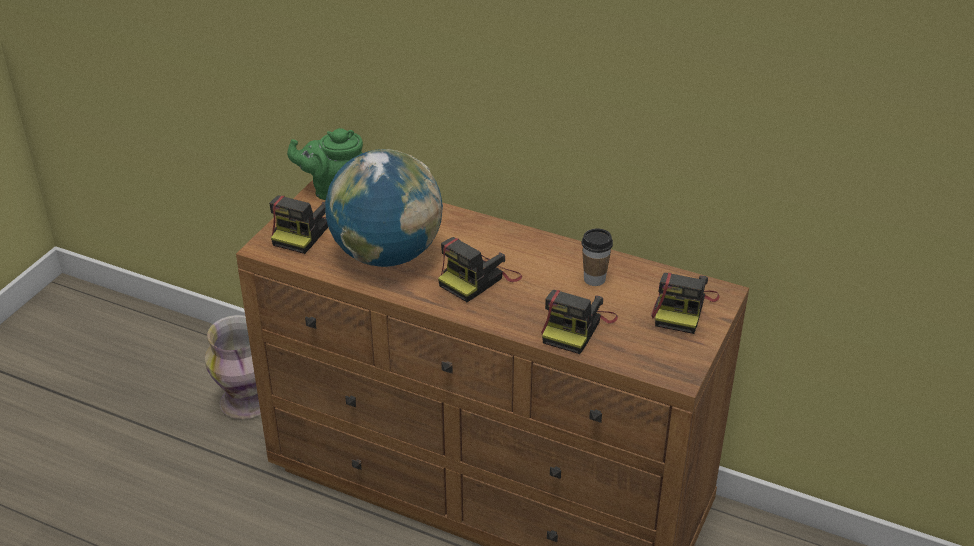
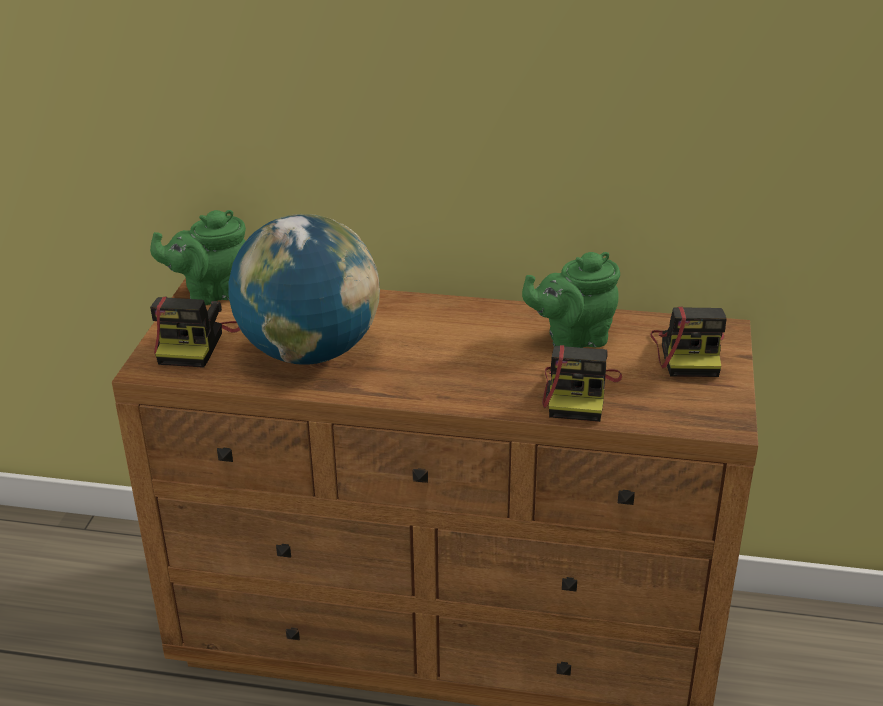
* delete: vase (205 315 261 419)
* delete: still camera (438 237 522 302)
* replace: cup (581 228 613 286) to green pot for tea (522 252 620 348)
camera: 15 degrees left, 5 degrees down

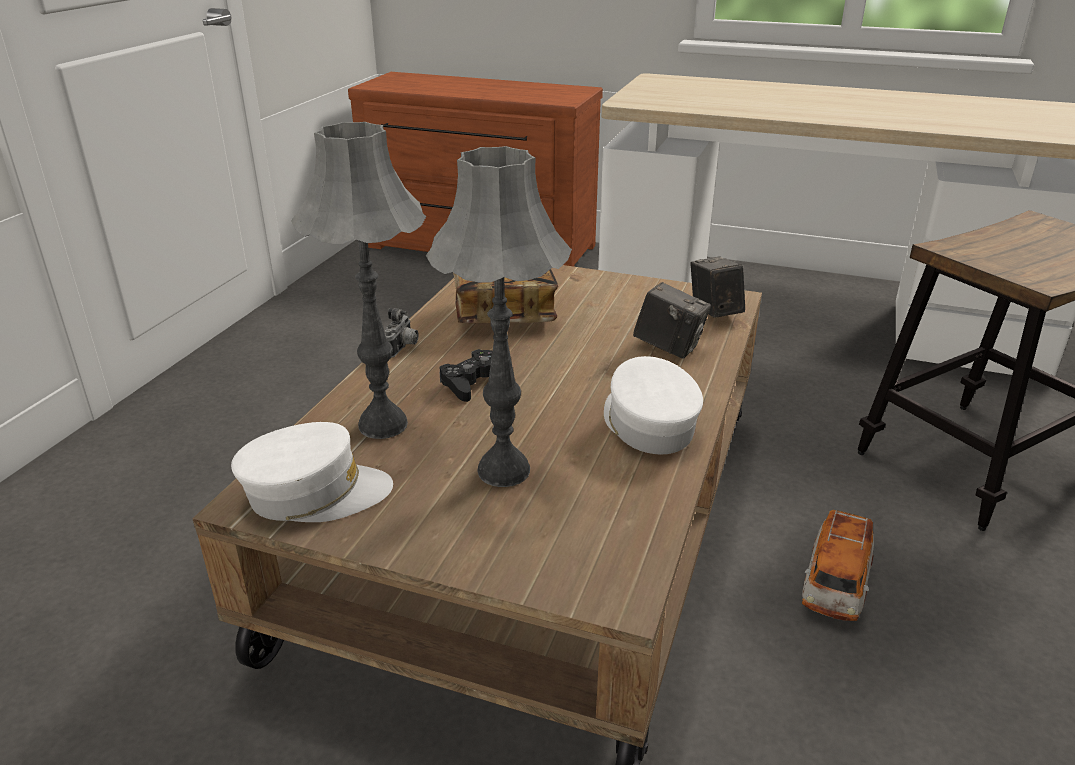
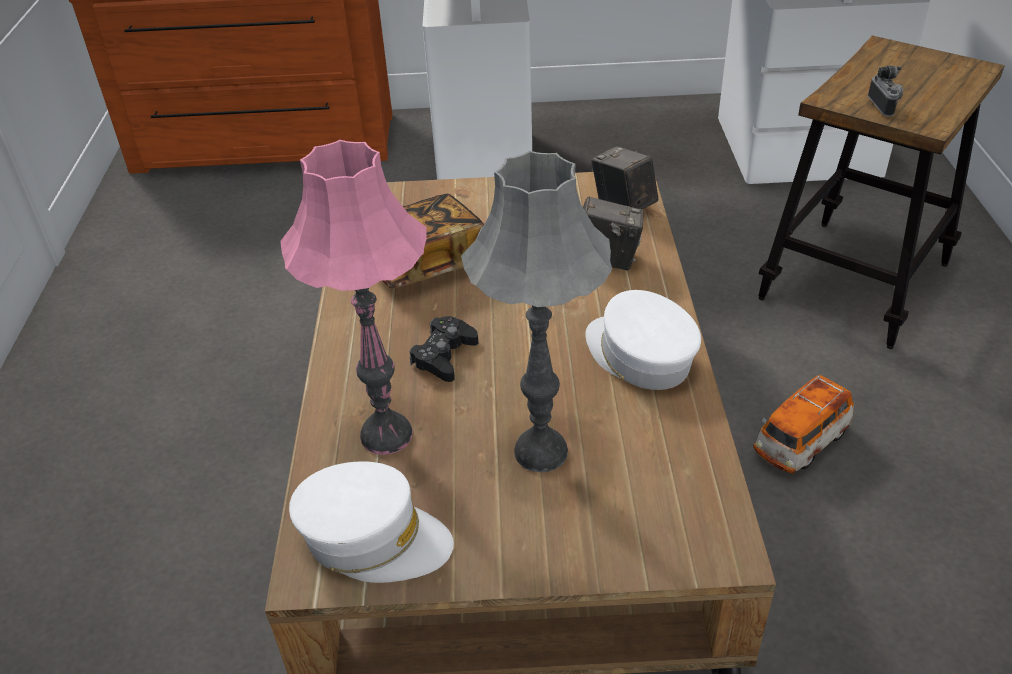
* move: still camera (385 308 419 358) to (868 66 903 117)
* recolor: greyish lamp for a table (291 122 426 439) to pink-coloured lamp for a table (280 140 427 455)
* rotate: whitish peaked cap (231 422 393 522) = (289 461 454 583) 45 degrees clockwise
* rotate: model car (802 510 874 621) = (753 375 854 474) 45 degrees clockwise
camera: 20 degrees left, 10 degrees up

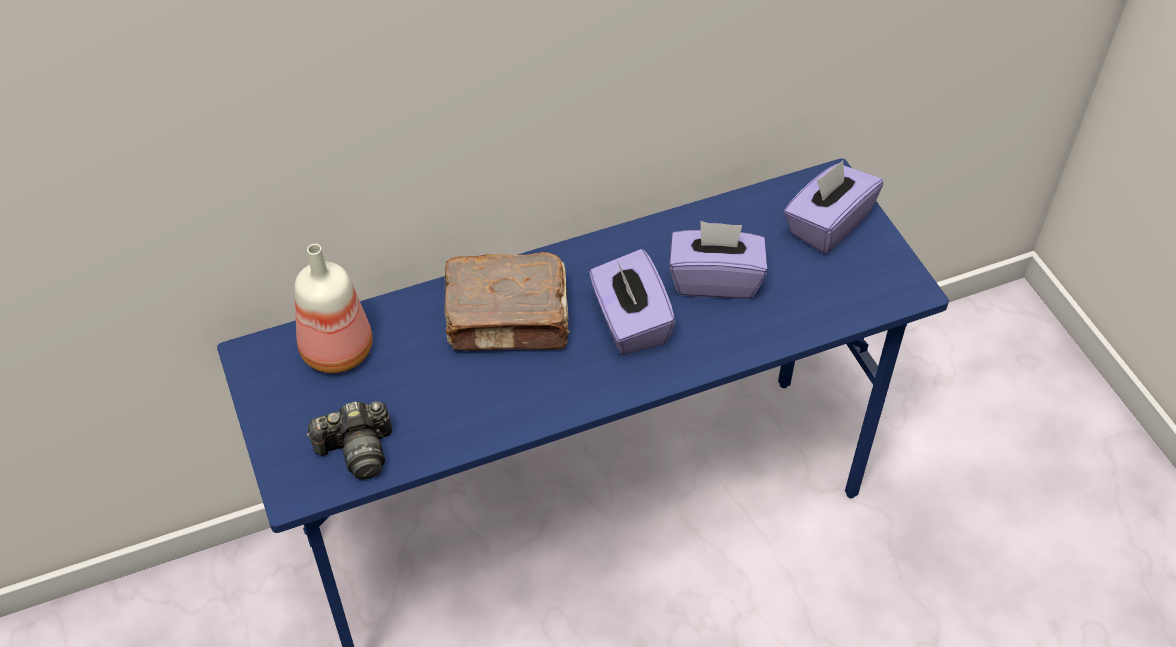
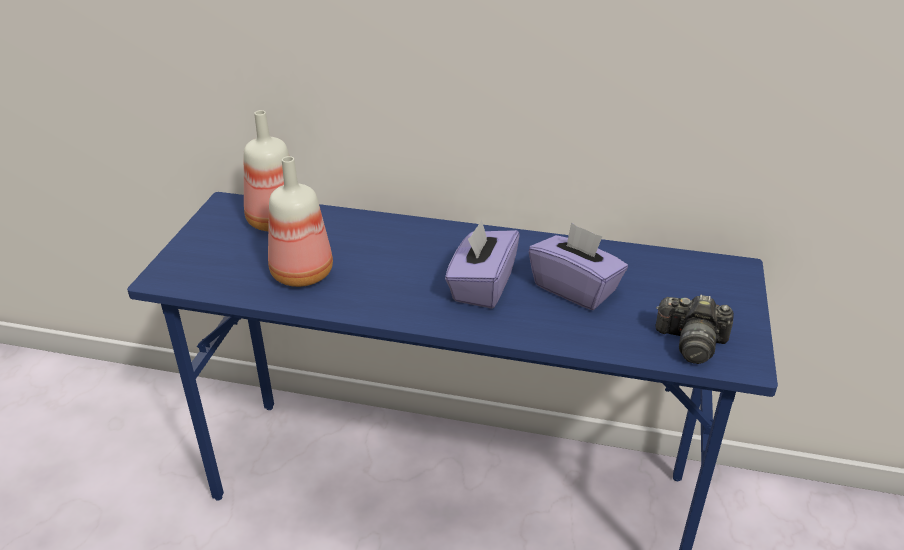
* delete: brown-coloured bound book (444 252 570 350)
* delete: purplish tissue holder (784 160 883 254)
* insert: drink bottle (268 156 333 287)
* move: still camera (306 401 392 480) to (656 294 734 364)
camera: 35 degrees right, 15 degrees down

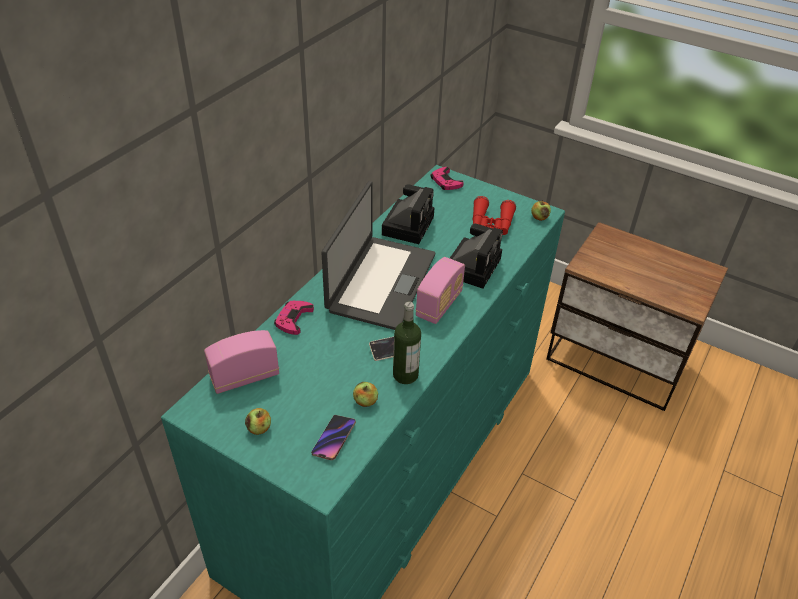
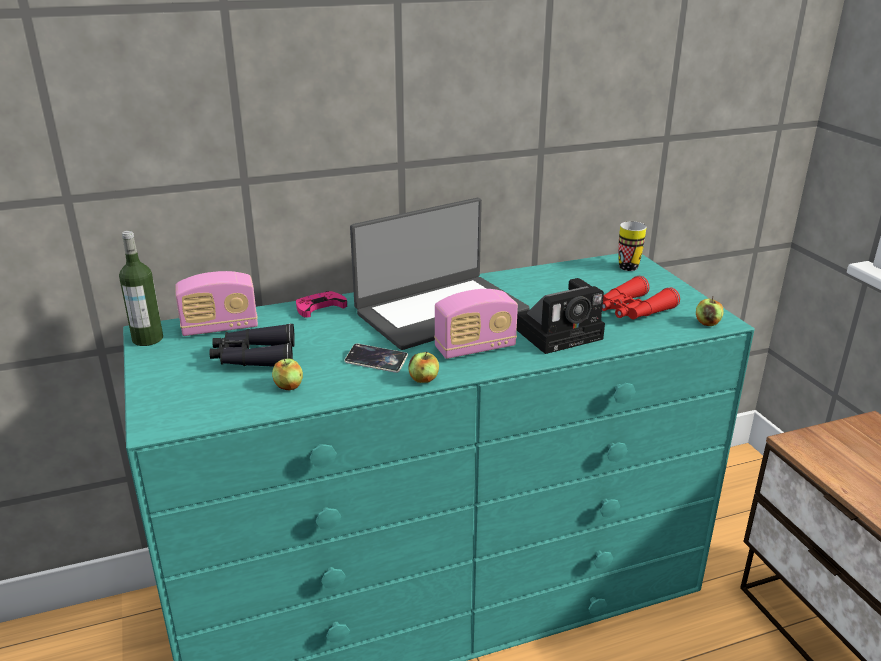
* delete: telephone (311 415 356 460)
* delete: still camera (382 184 435 244)
* insert: black pair of binoculars (210 323 295 367)
* move: apple (245 408 271 435) to (408 351 439 383)
* move: drink bottle (393 301 421 384) to (119 231 163 346)
* replace: pink-coloured joypad (431 167 464 190) to coffee mug (618 221 646 271)
* rotate: radio receiver (204 330 279 394) = (175 271 258 336) 150 degrees clockwise
camera: 40 degrees right, 15 degrees down

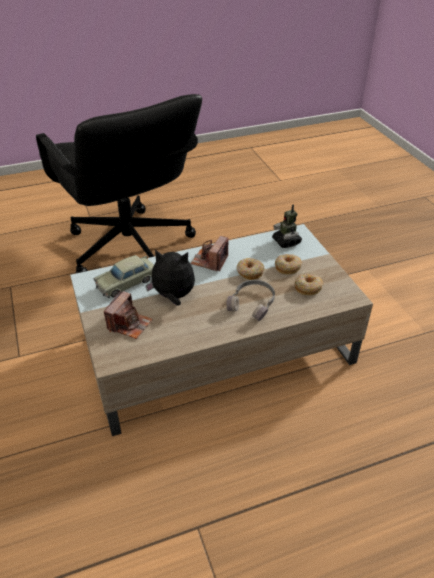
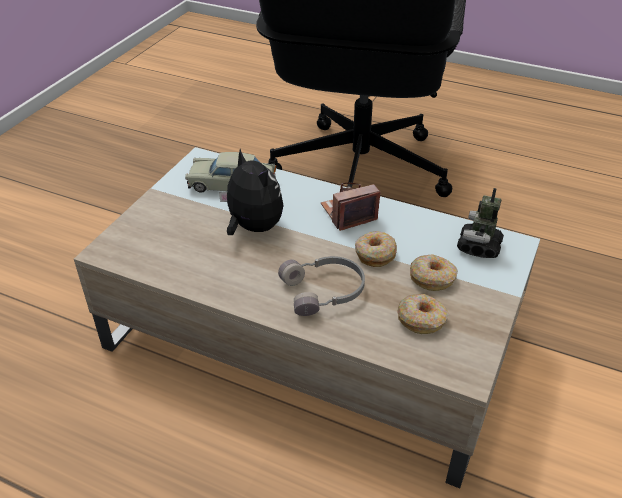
* delete: still camera (104 291 153 339)
camera: 45 degrees right, 0 degrees up

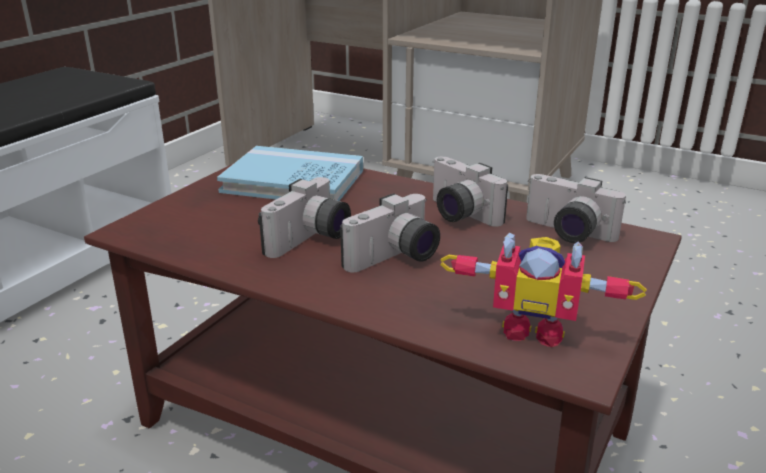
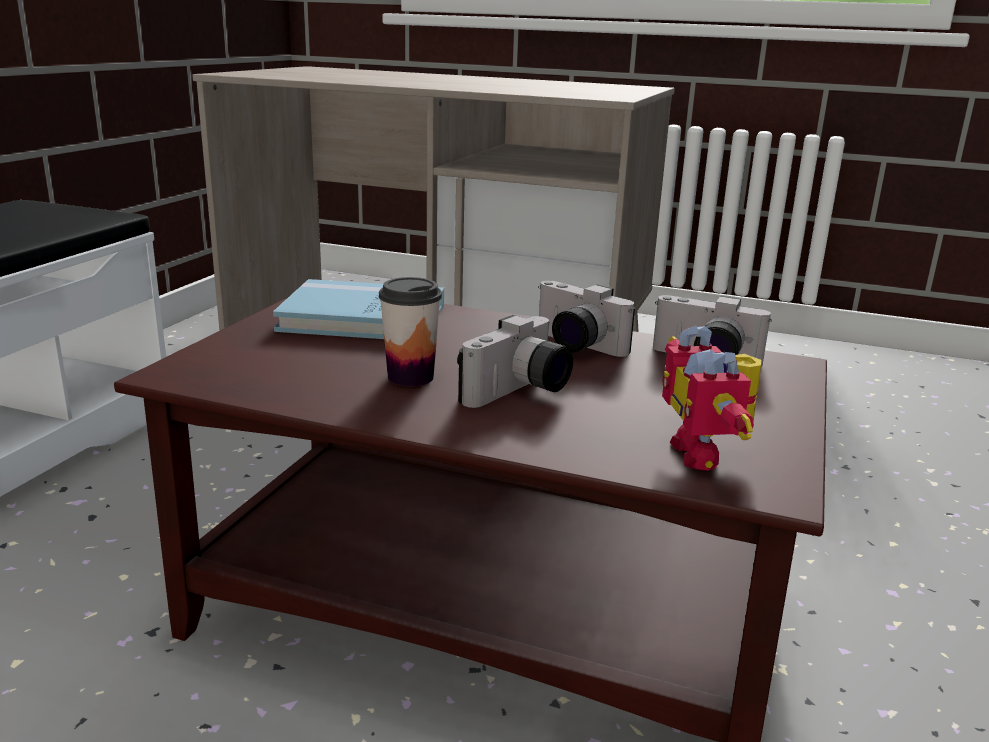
* replace: still camera (258 177 351 258) to cup (379 277 442 386)
* rotate: robot figure (440 233 647 347) = (662 326 762 471) 75 degrees clockwise
camera: 10 degrees left, 5 degrees down

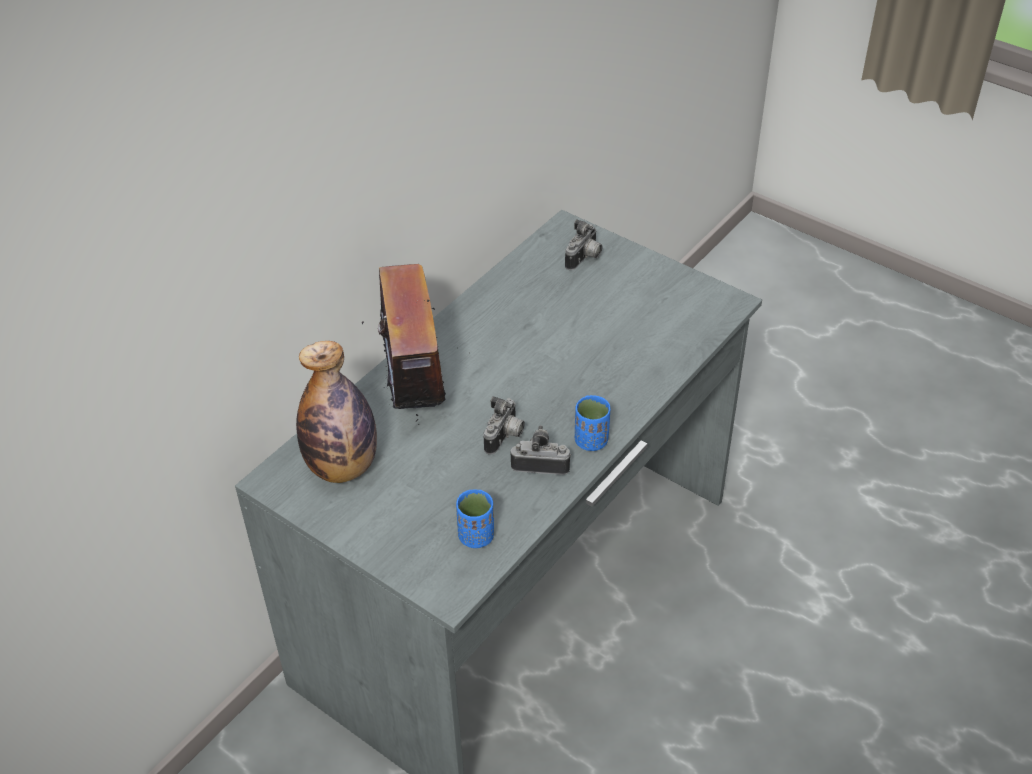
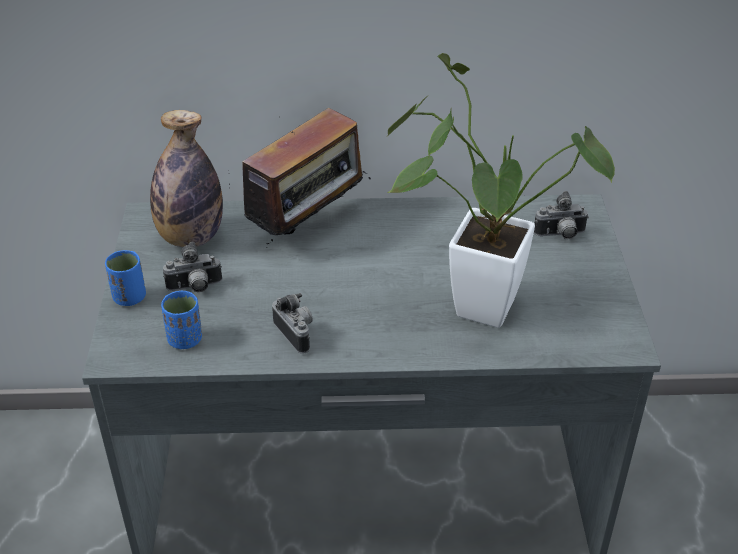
* insert: houseplant (387 53 615 328)
* move: still camera (483 397 525 455) to (163 242 222 292)
* move: blue cup (575 395 610 451) to (105 250 146 306)
camera: 50 degrees right, 5 degrees down

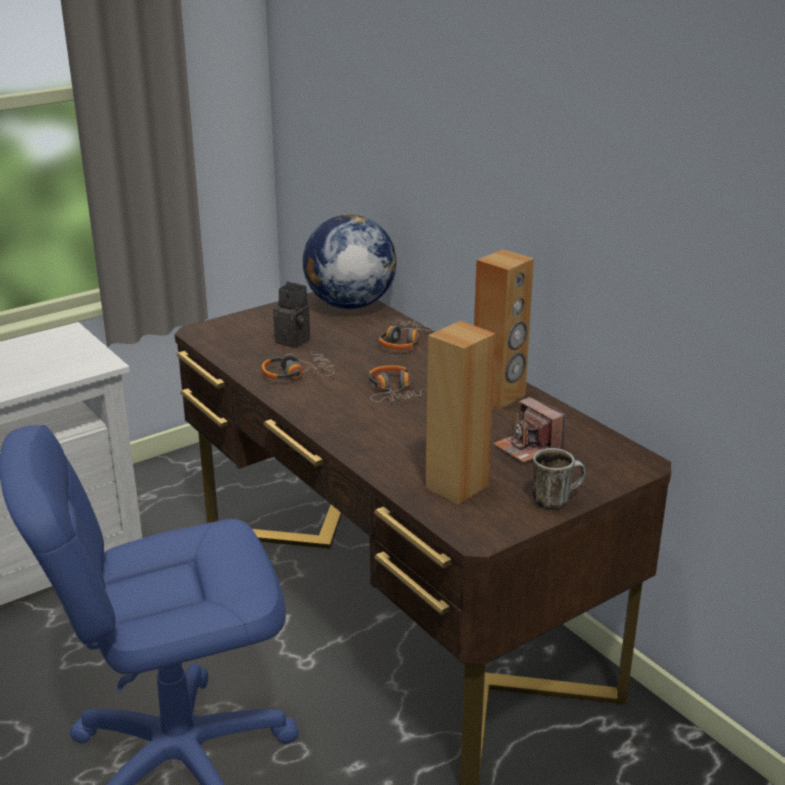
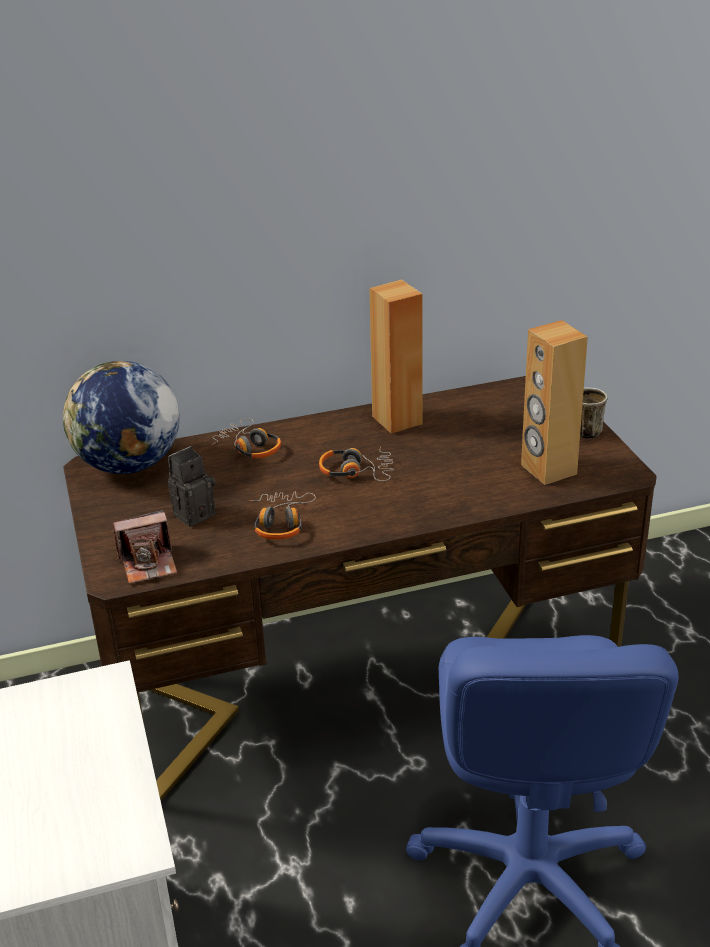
* move: still camera (493 397 566 463) to (113 510 177 584)
camera: 70 degrees left, 5 degrees up

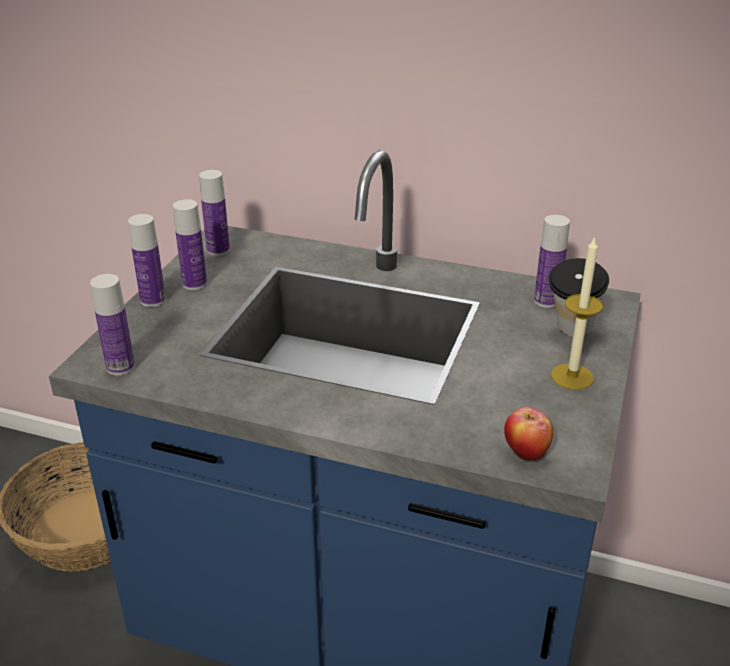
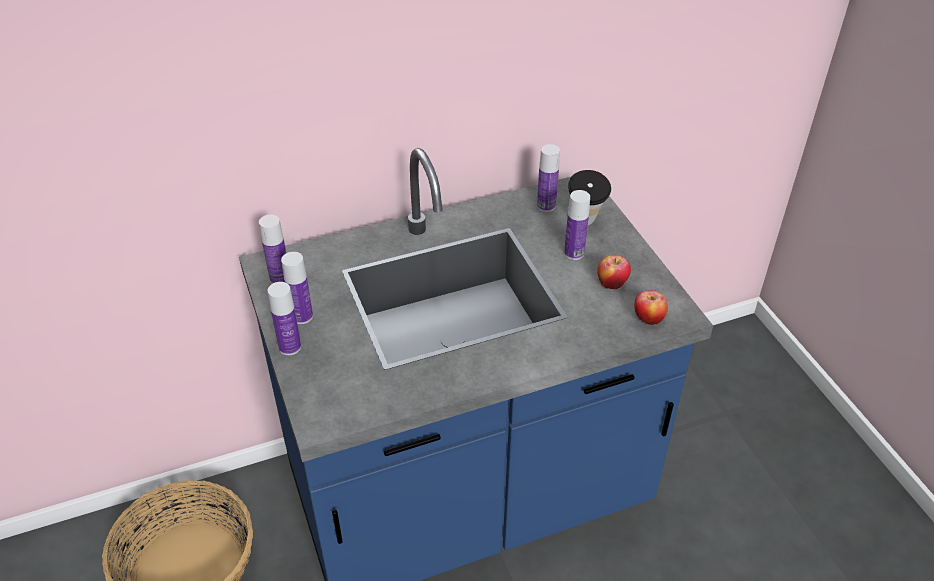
* delete: wax candle (551 236 603 390)
* insert: apple (597 255 631 289)
* move: drink bottle (90 274 135 375) to (564 190 590 260)
camera: 40 degrees left, 10 degrees up

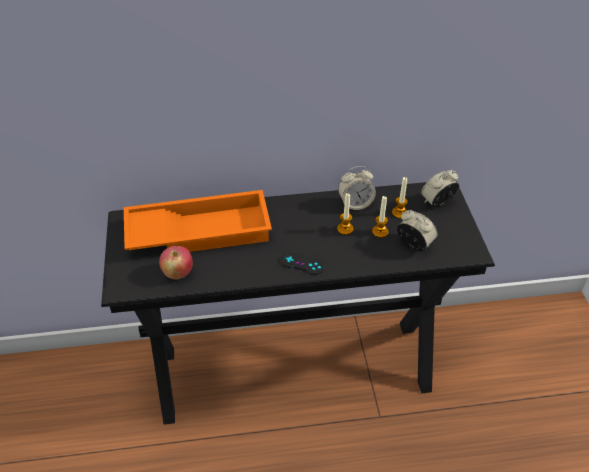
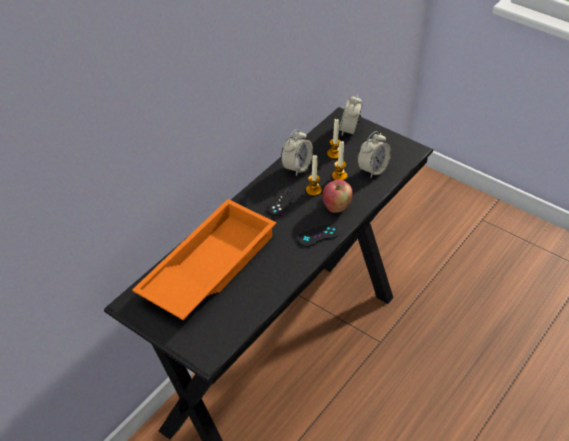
* insert: black joypad (267 186 295 216)
* move: apple (159 246 193 279) to (323 179 352 213)
* rotate: table clock (397 210 438 251) = (357 131 391 178) 135 degrees clockwise
camera: 45 degrees left, 0 degrees up

